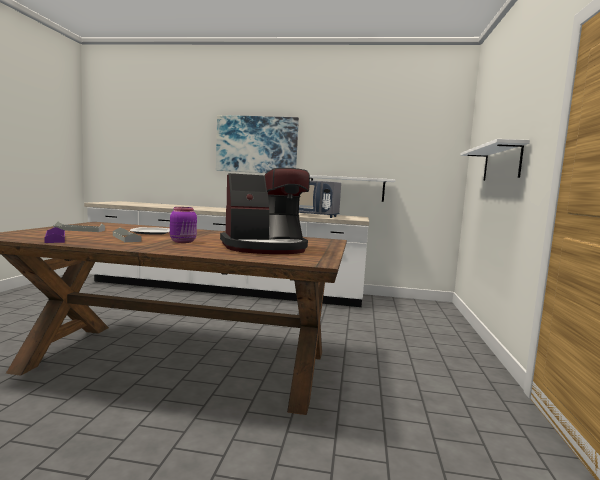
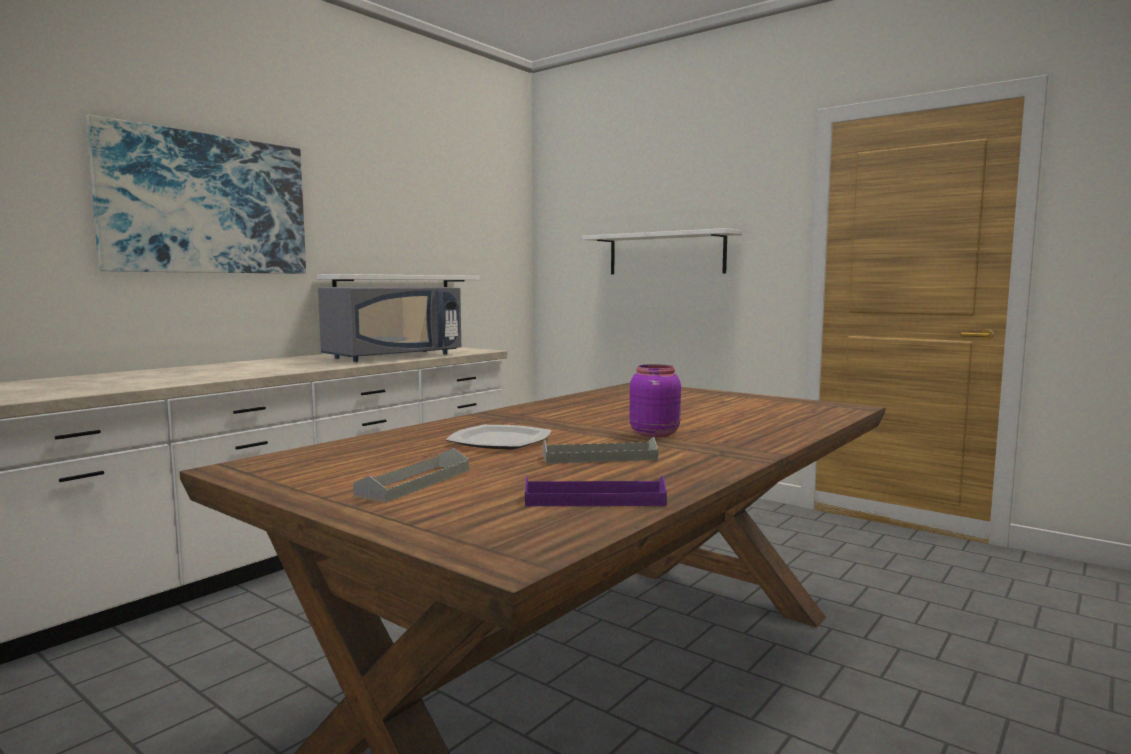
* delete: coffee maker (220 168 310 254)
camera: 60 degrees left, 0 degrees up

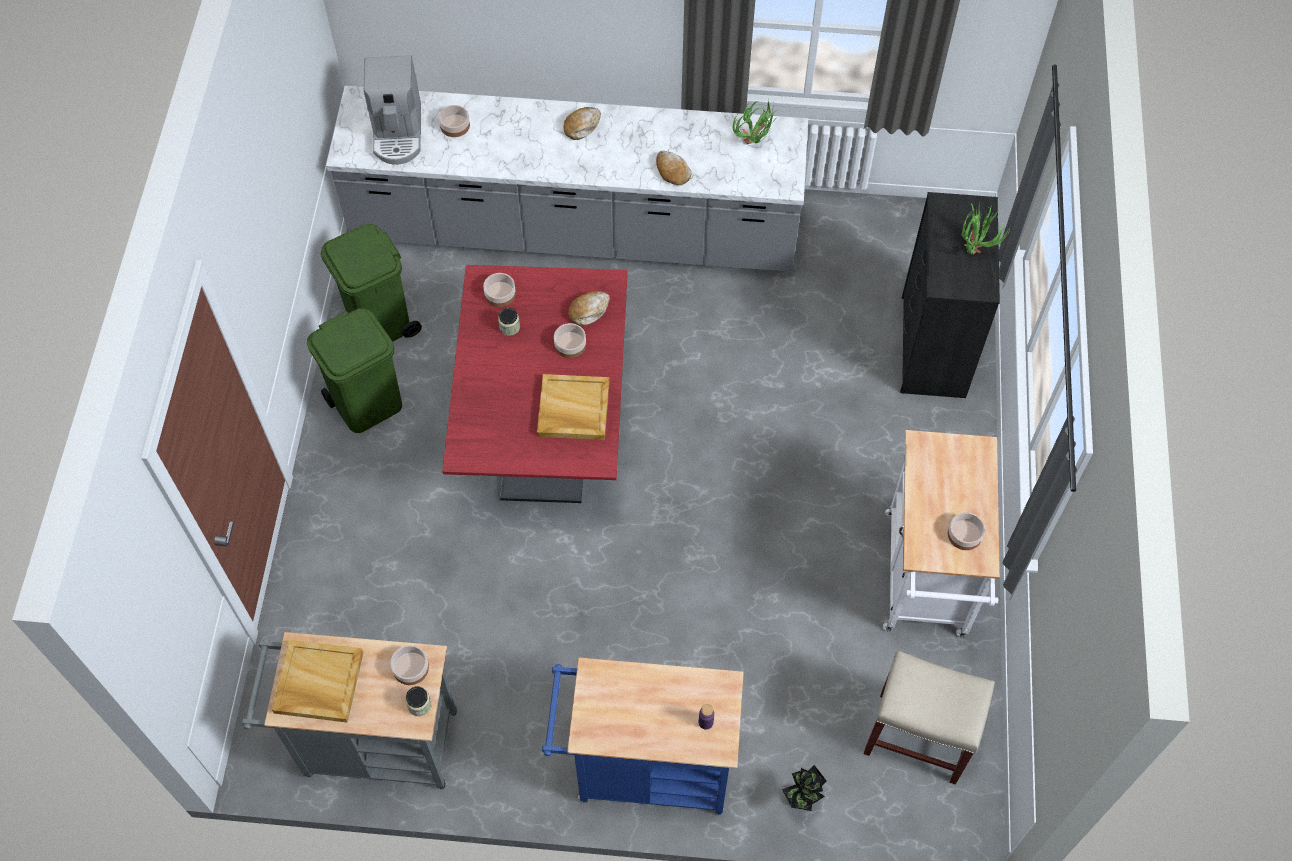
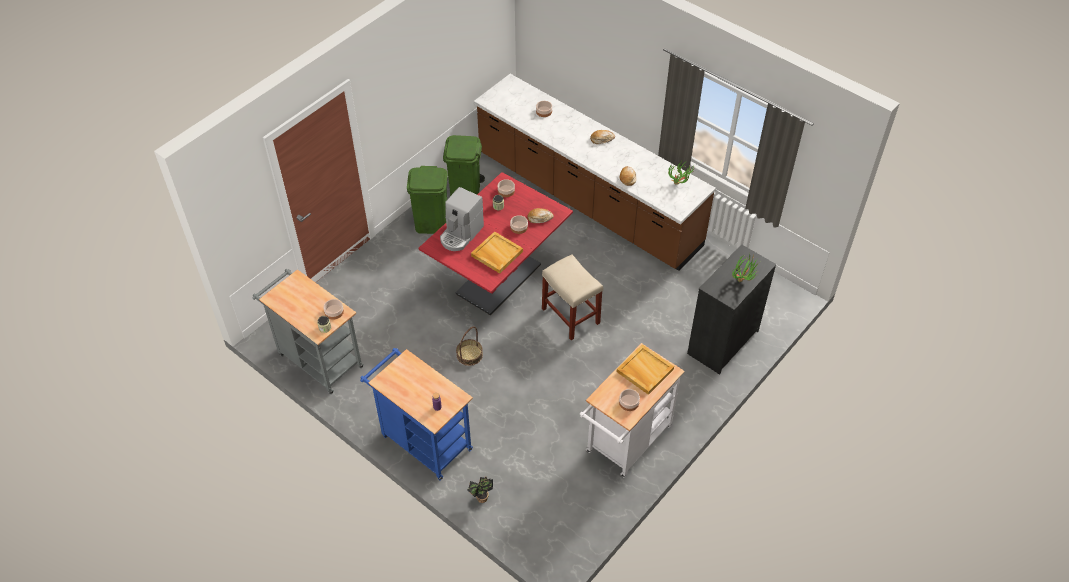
* insert: basket (456 326 483 366)
* move: beige carrying tray (272 640 364 723) to (617 344 674 395)
* move: coffee maker (364 55 421 165) to (440 187 484 251)
* move: beige sitting stool (864 651 995 785) to (542 254 603 340)
* recolor: greyish counter (326 86 808 272) to brown-coloured counter (474 74 716 271)
camera: 35 degrees right, 10 degrees down

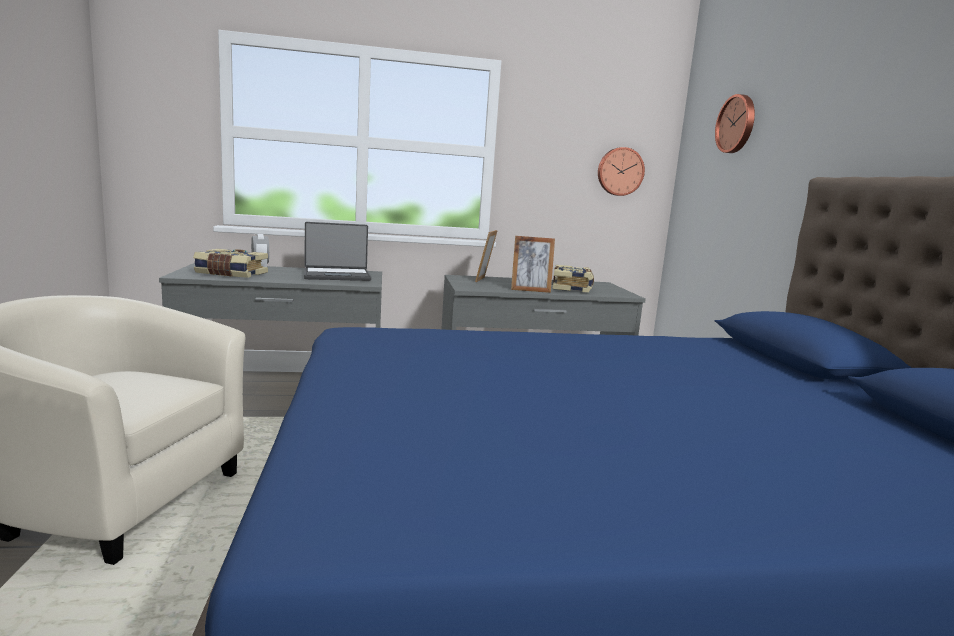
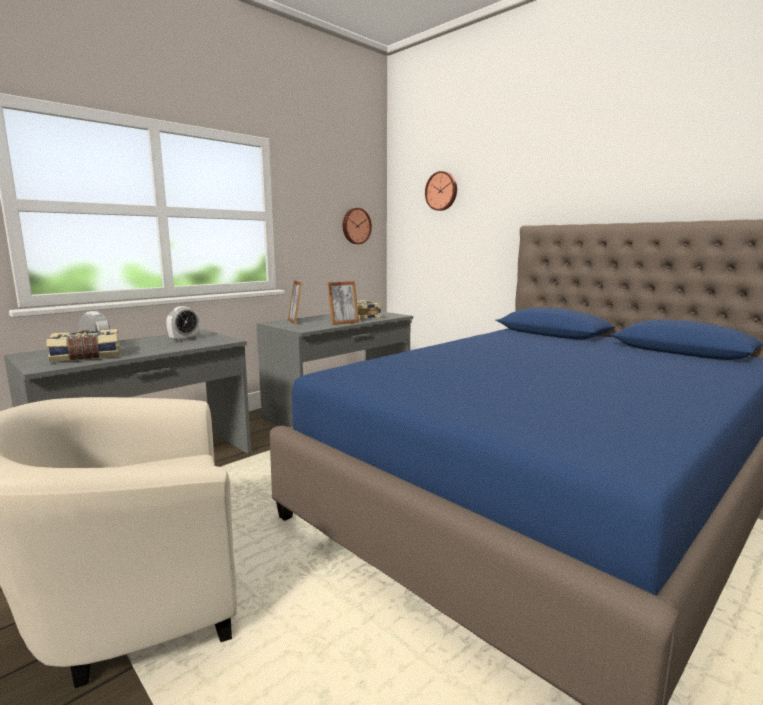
* replace: portable computer (304 222 371 281) to table clock (166 306 200 341)
camera: 35 degrees left, 0 degrees up

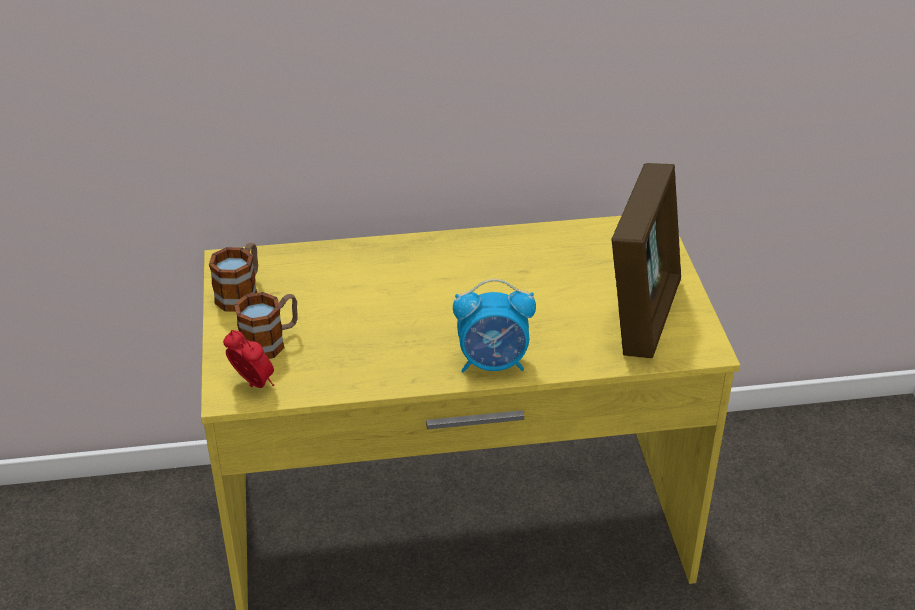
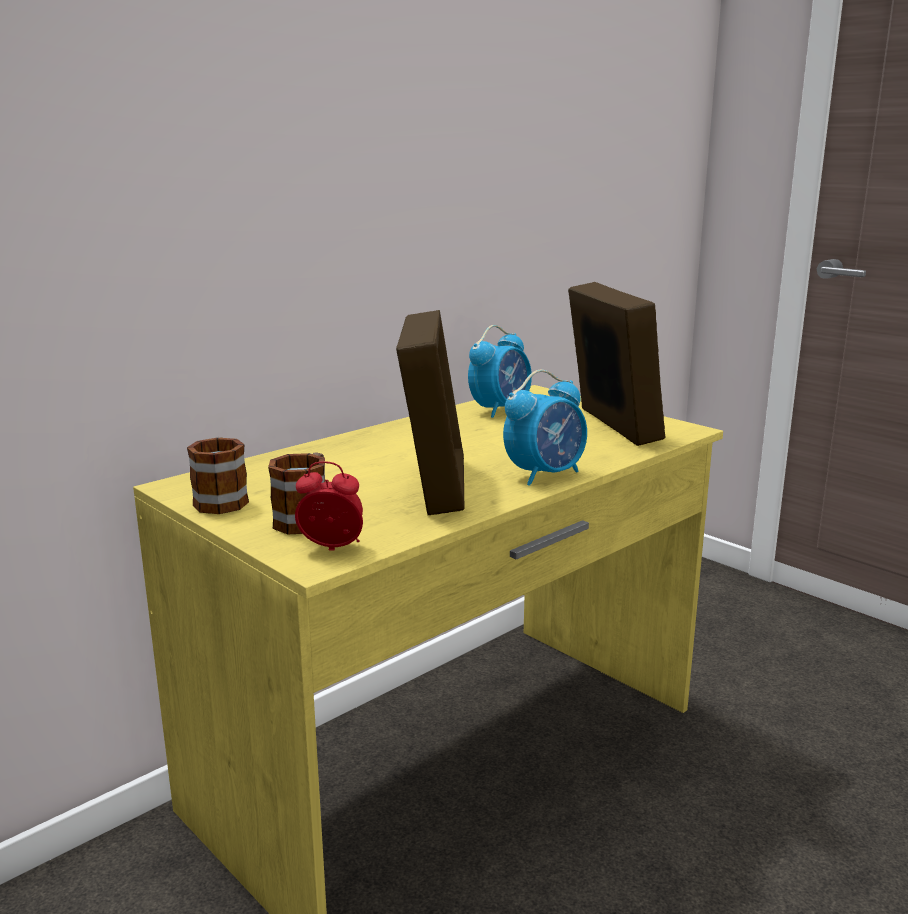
* insert: picture frame (396 310 465 515)
* insert: table clock (468 325 532 418)
camera: 35 degrees left, 20 degrees down

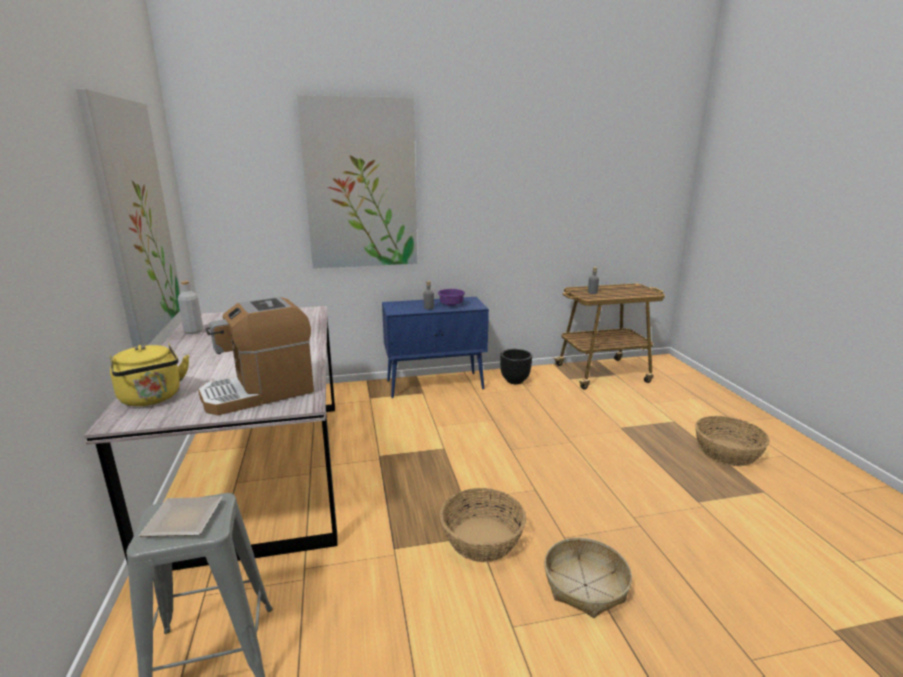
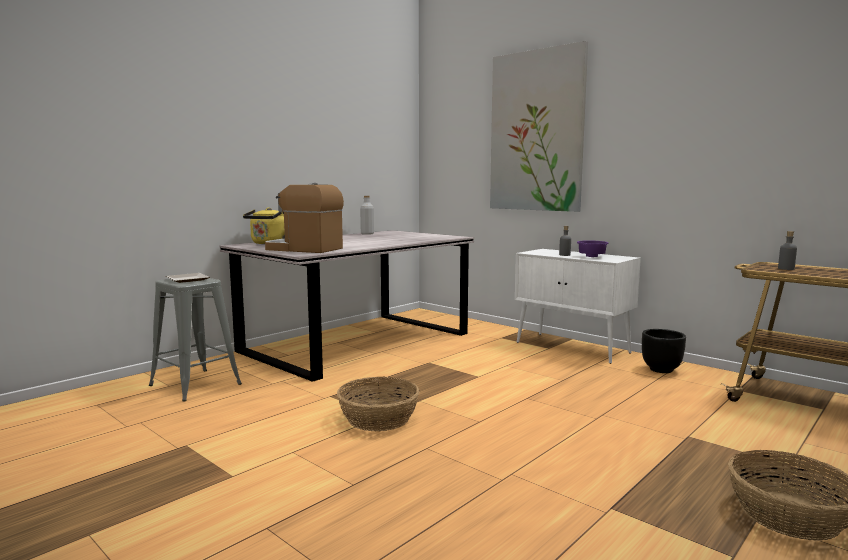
* delete: picture (76 89 181 348)
* delete: basket (544 538 632 618)
* recolor: blue cabinet (382 297 489 398) to whitish cabinet (515 249 641 364)
camera: 55 degrees right, 10 degrees down

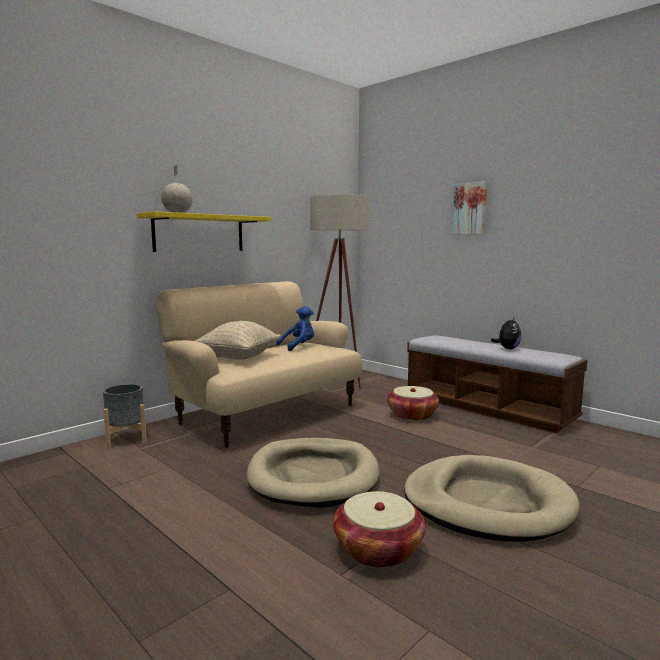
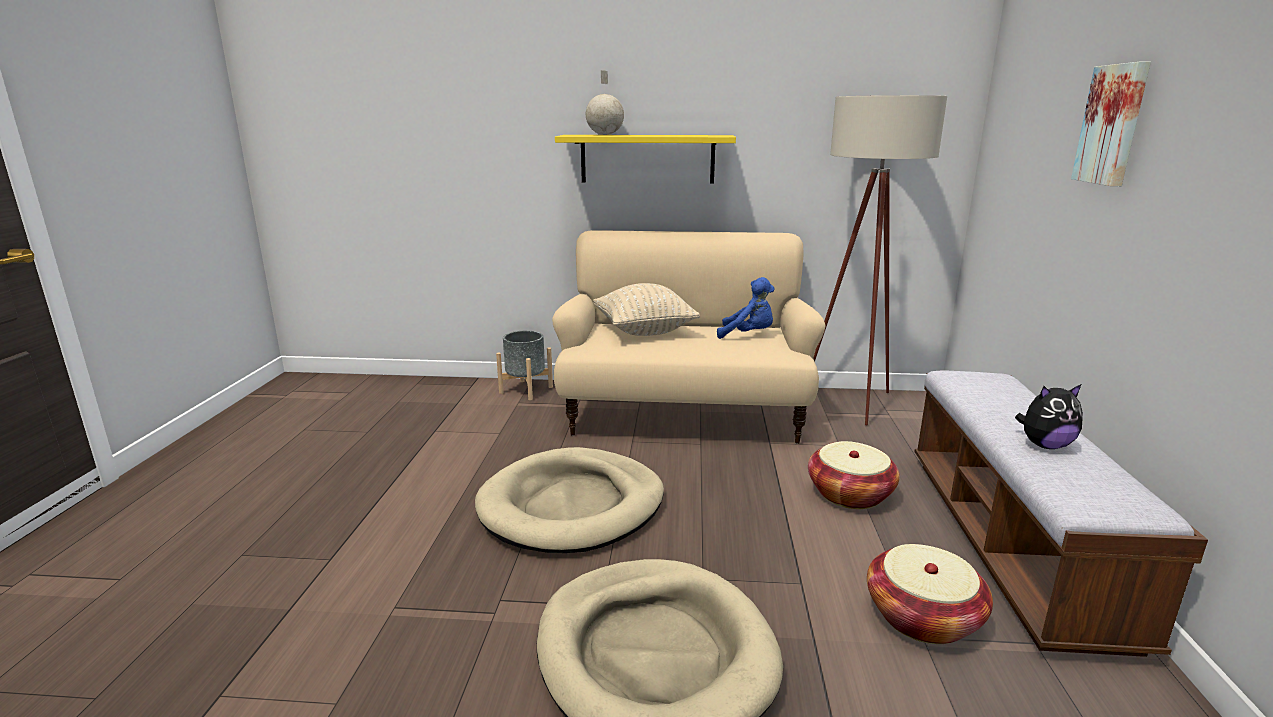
* move: basket (333 491 426 568) to (867 544 993 644)
camera: 50 degrees right, 10 degrees up

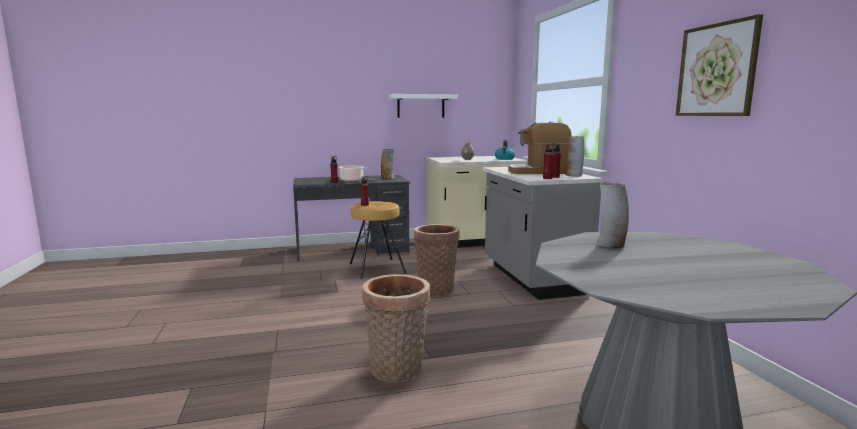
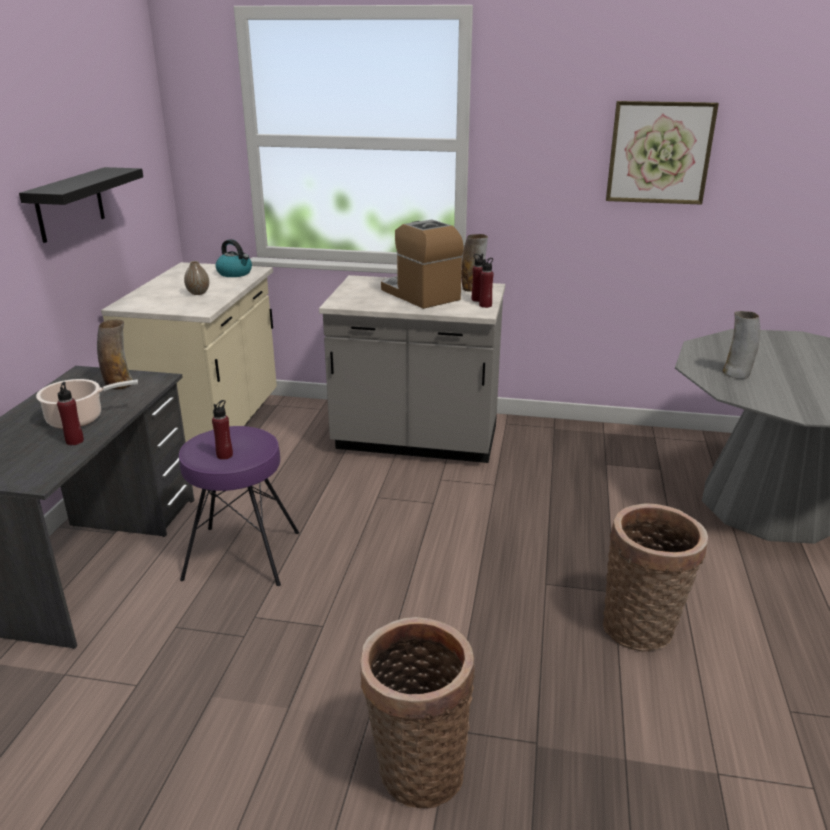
* move: basket (414 224 460 297) to (360 617 475 808)
* recolor: brown-coloured sitting stool (350 201 407 279) to purplish sitting stool (179 426 299 586)
* recolor: whitish wall shelf (389 94 458 118) to black wall shelf (19 167 143 243)
* rotate: coffee maker (508 122 571 174) = (381 219 464 309) 120 degrees clockwise
camera: 65 degrees left, 15 degrees up

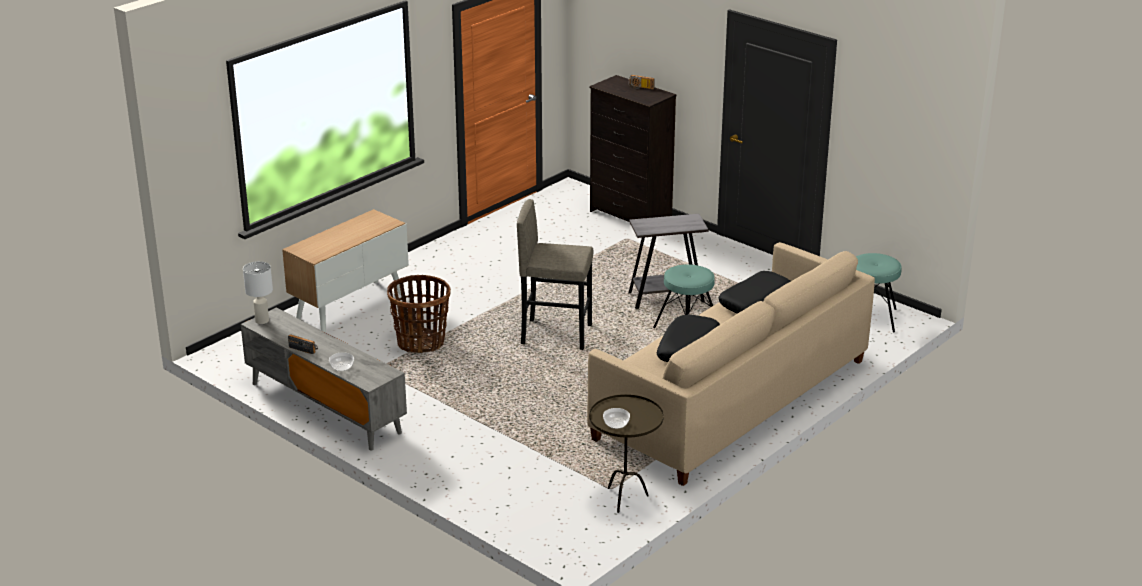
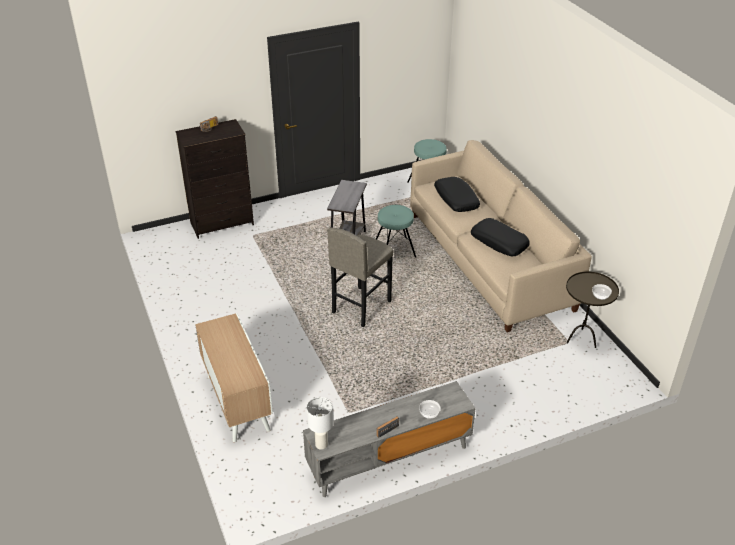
* delete: basket (387 275 451 353)
camera: 65 degrees left, 10 degrees up

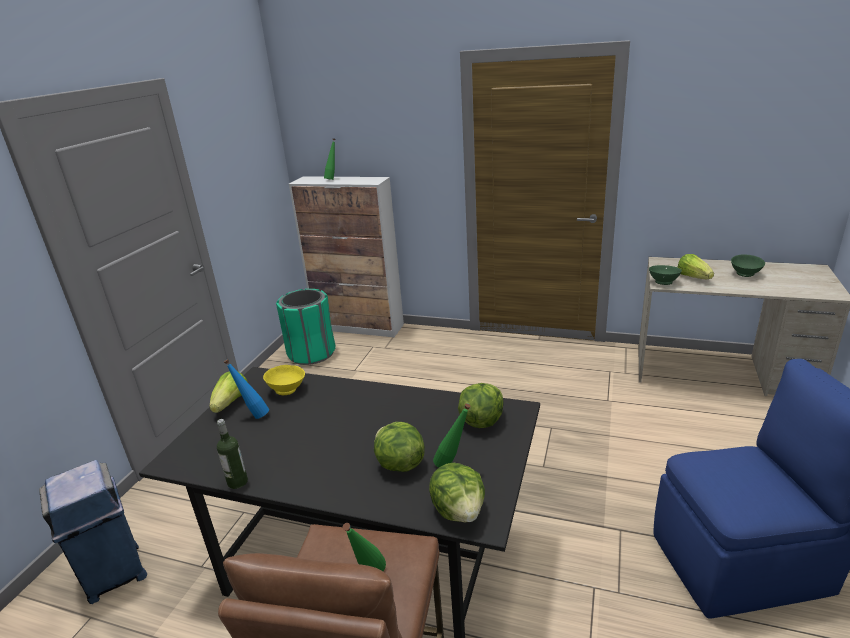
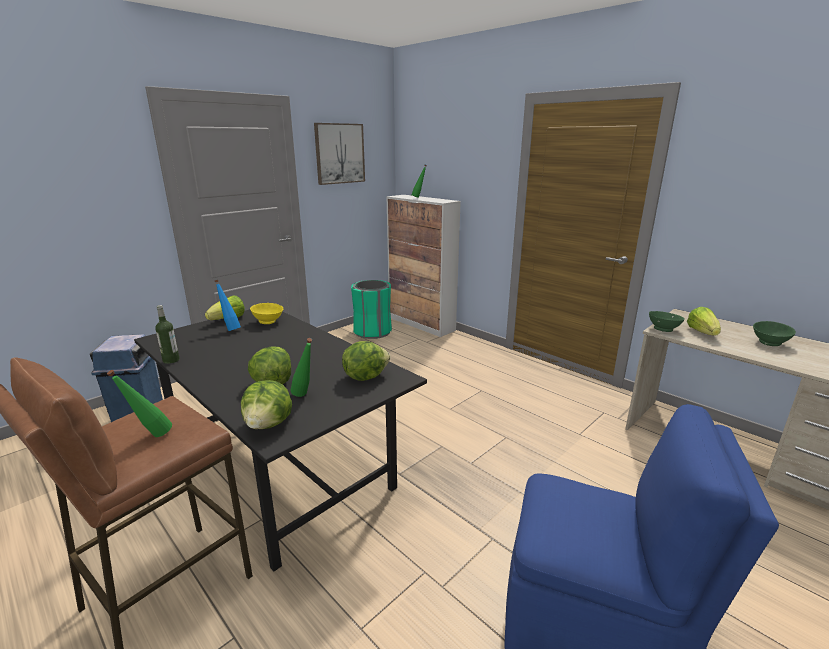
* insert: picture (314 123 365 185)
camera: 25 degrees right, 5 degrees down

